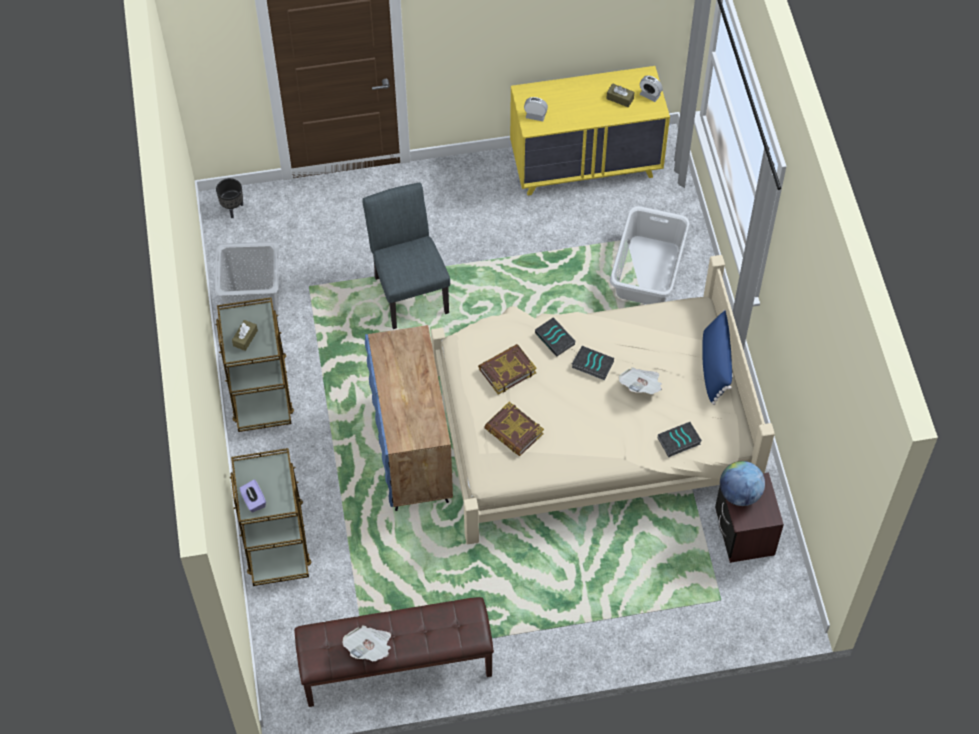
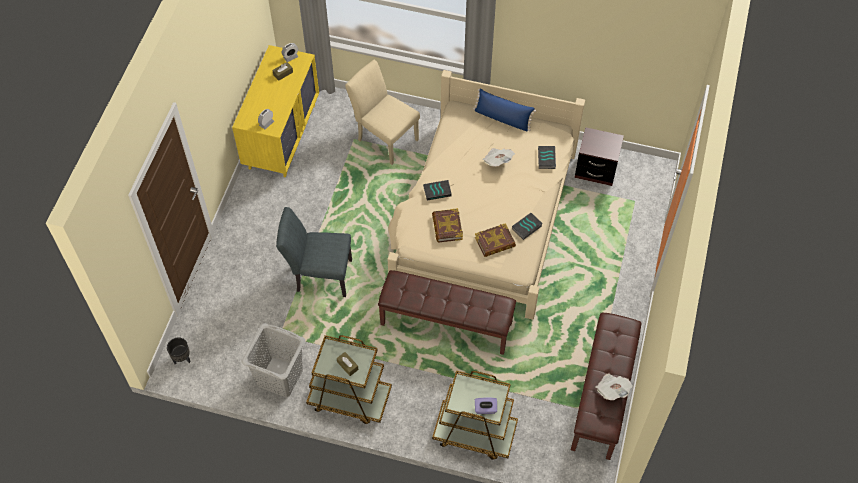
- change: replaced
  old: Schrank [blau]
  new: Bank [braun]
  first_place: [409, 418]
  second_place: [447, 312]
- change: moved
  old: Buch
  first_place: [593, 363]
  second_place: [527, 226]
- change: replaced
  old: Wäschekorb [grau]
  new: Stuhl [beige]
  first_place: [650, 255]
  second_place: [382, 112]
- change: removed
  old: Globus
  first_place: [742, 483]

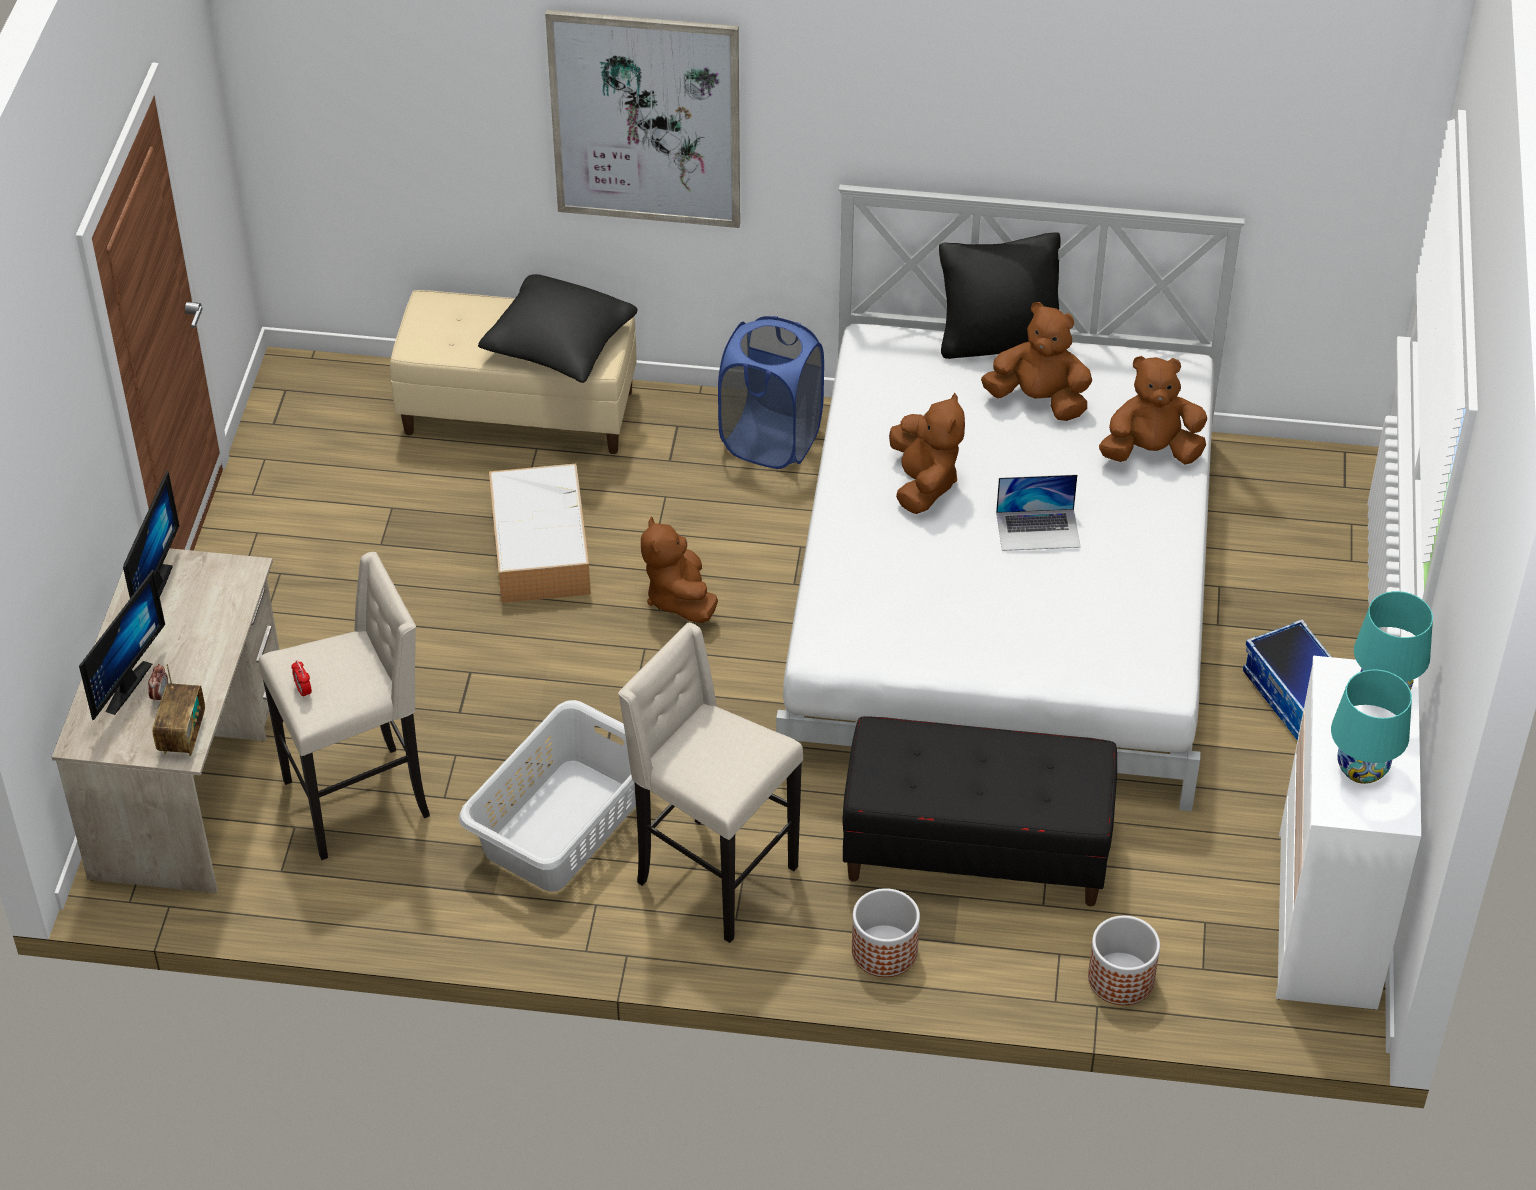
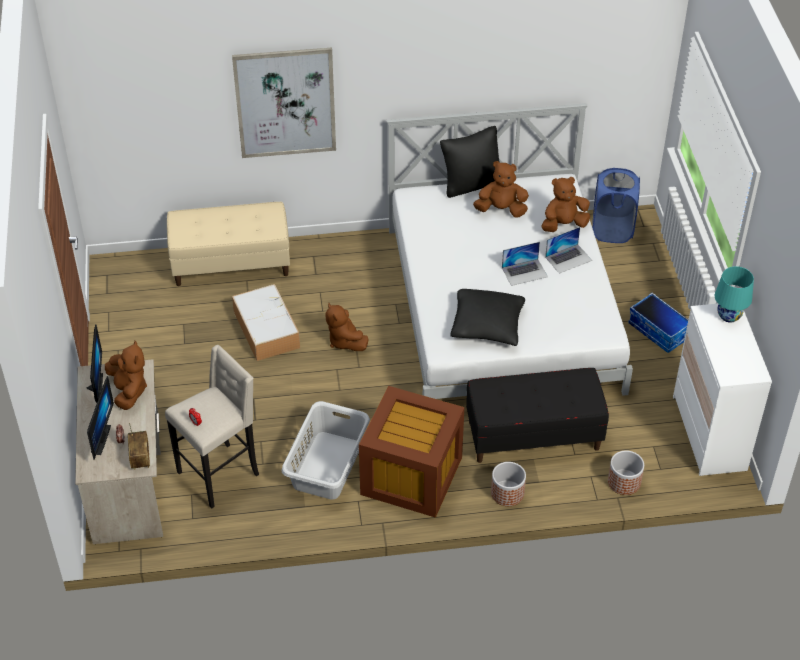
- change: moved
  old: Kissen [schwarz]
  first_place: [557, 328]
  second_place: [487, 317]
- change: replaced
  old: Hocker [beige]
  new: Aufbewahrungsbox [braun]
  first_place: [710, 783]
  second_place: [411, 452]
- change: moved
  old: Wäschekorb [blau]
  first_place: [771, 392]
  second_place: [616, 205]
- change: moved
  old: Plüschtier [braun]
  first_place: [927, 453]
  second_place: [126, 375]
- change: removed
  old: Tischlampe [türkis]
  first_place: [1371, 726]
- change: added
  new: Laptop
  second_place: [568, 250]

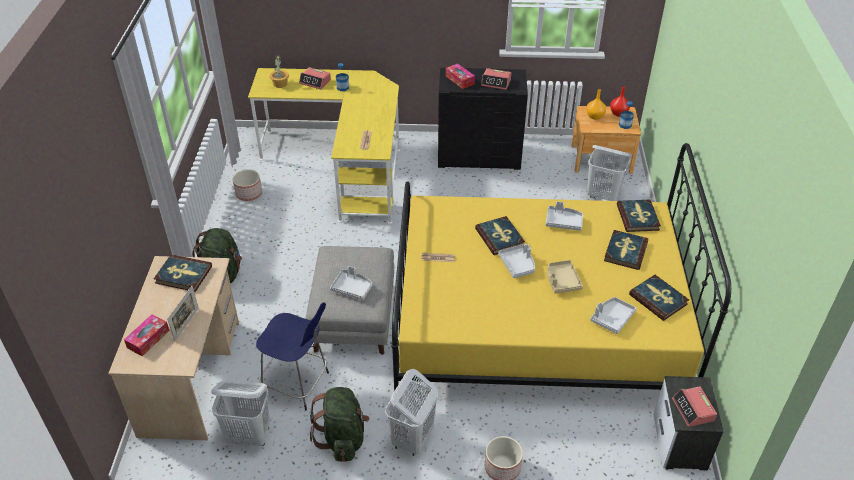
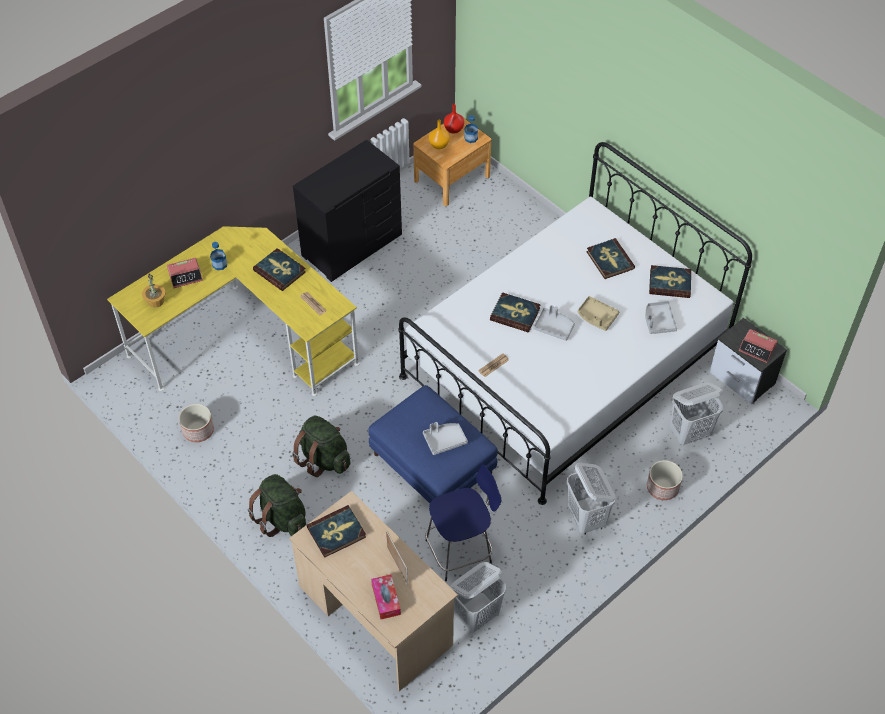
- change: recoloured
  old: Polsterhocker [grau]
  new: Polsterhocker [blau]
  first_place: [349, 300]
  second_place: [433, 444]
- change: moved
  old: Rucksack [grün]
  first_place: [339, 424]
  second_place: [321, 446]
- change: recoloured
  old: Bett [gelb]
  new: Bett [weiß]
  first_place: [561, 267]
  second_place: [575, 323]
- change: removed
  old: Taschentuchbox
  first_place: [460, 76]
- change: removed
  old: Wecker
  first_place: [496, 79]
- change: removed
  old: Tablett [grau]
  first_place: [564, 216]
- change: moved
  old: Wäschekorb [weiß]
  first_place: [609, 173]
  second_place: [696, 414]
- change: moved
  old: Buch
  first_place: [639, 216]
  second_place: [279, 269]

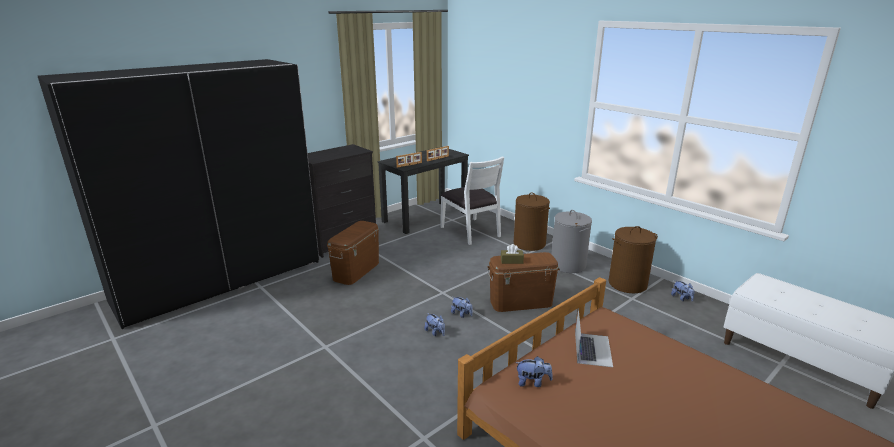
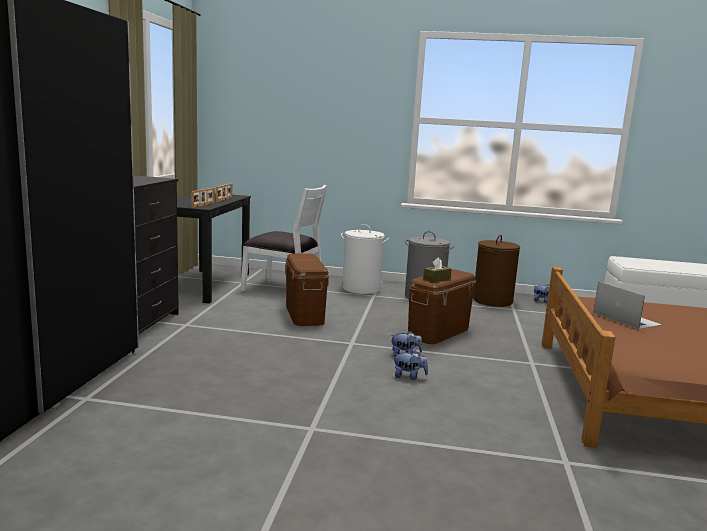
- change: moved
  old: Aufbewahrungsbox [braun]
  first_place: [353, 253]
  second_place: [307, 289]
- change: recoloured
  old: Wäschekorb [braun]
  new: Wäschekorb [weiß]
  first_place: [532, 221]
  second_place: [365, 259]
- change: removed
  old: Plüschtier
  first_place: [534, 371]

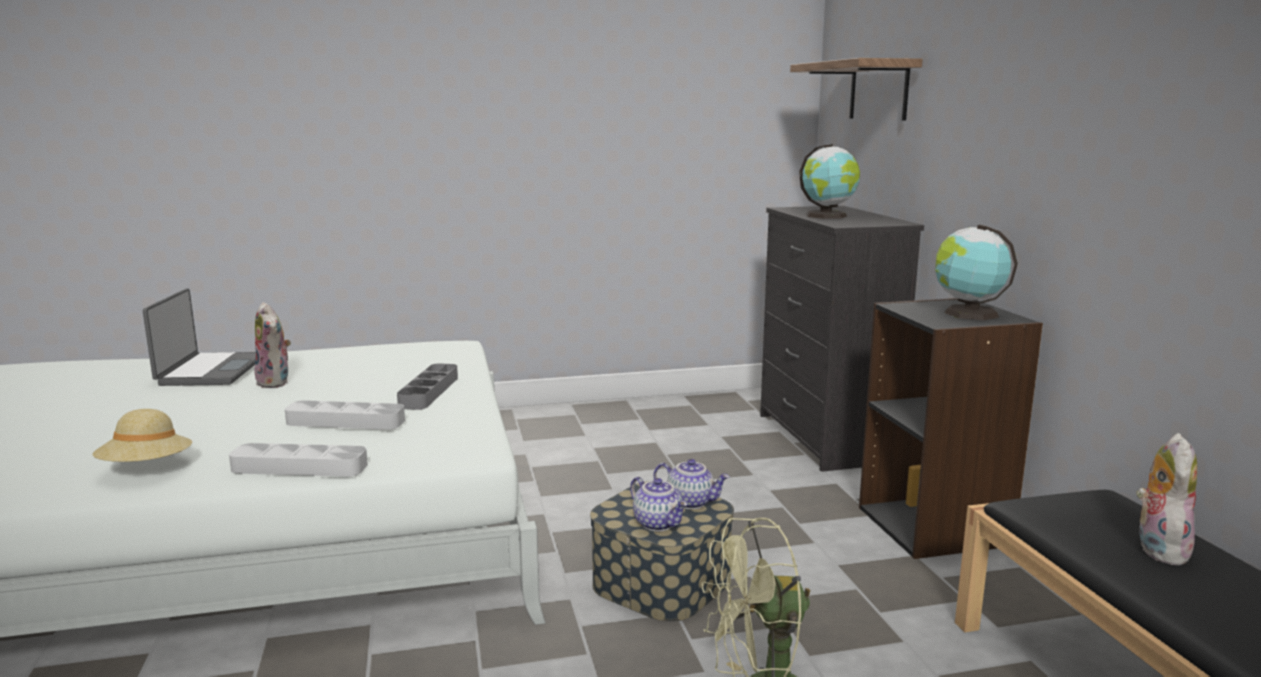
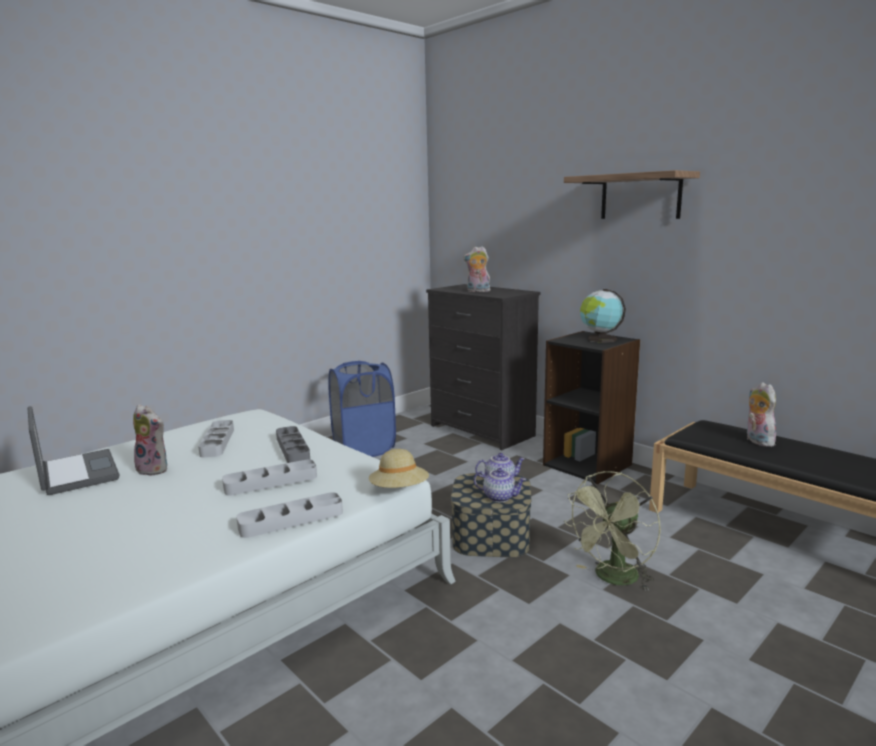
- change: moved
  old: Hut [beige]
  first_place: [142, 435]
  second_place: [399, 468]
- change: moved
  old: Wandregal
  first_place: [856, 89]
  second_place: [632, 194]
- change: replaced
  old: Globus
  new: Plüschtier
  first_place: [829, 181]
  second_place: [476, 269]
- change: added
  new: Tablett [grau]
  second_place: [216, 438]
- change: added
  new: Wäschekorb [blau]
  second_place: [362, 409]

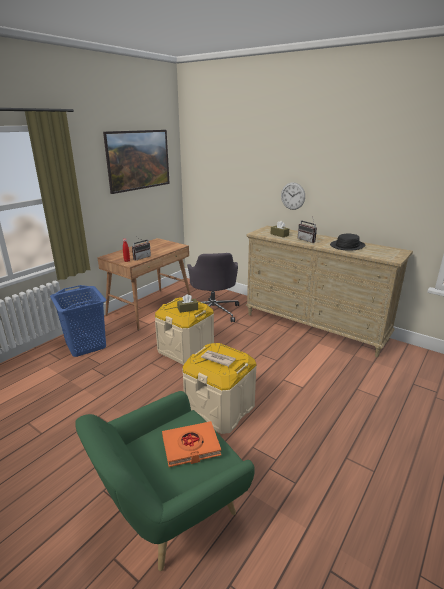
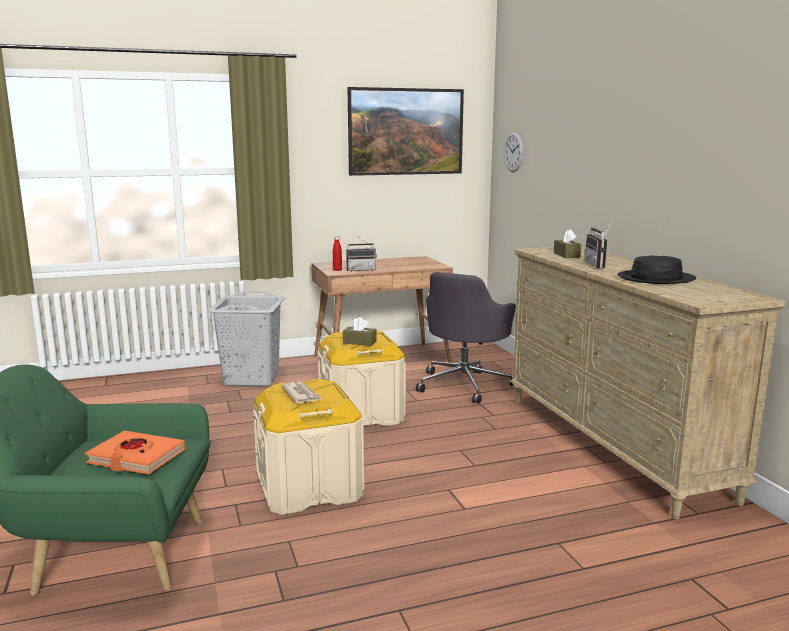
- change: recoloured
  old: Wäschekorb [blau]
  new: Wäschekorb [grau]
  first_place: [78, 321]
  second_place: [246, 338]
- change: moved
  old: Wanduhr
  first_place: [293, 196]
  second_place: [514, 152]

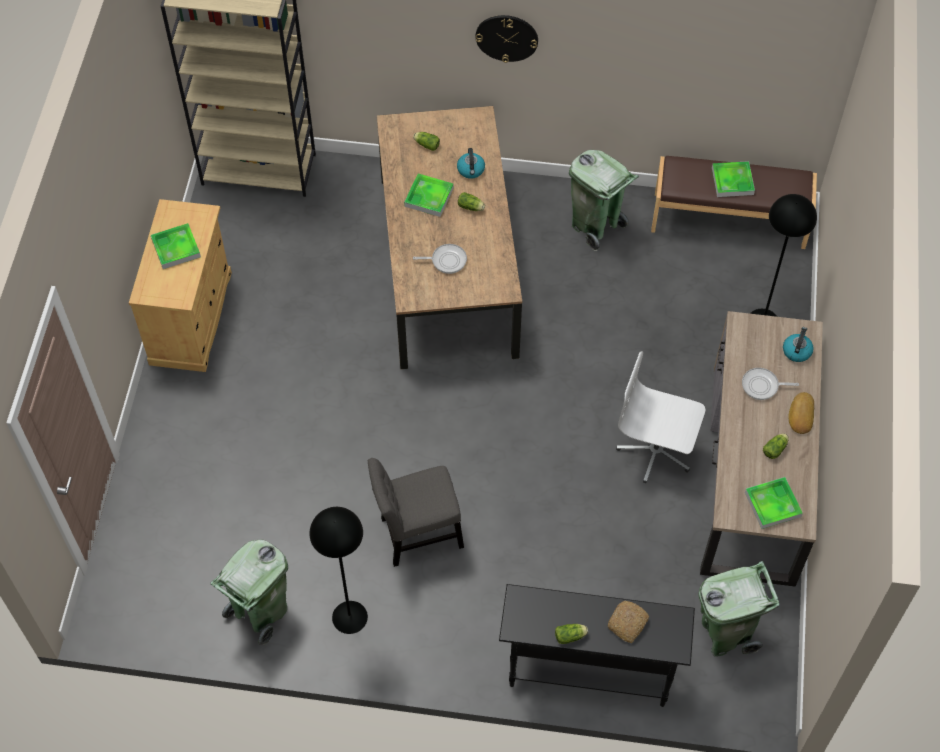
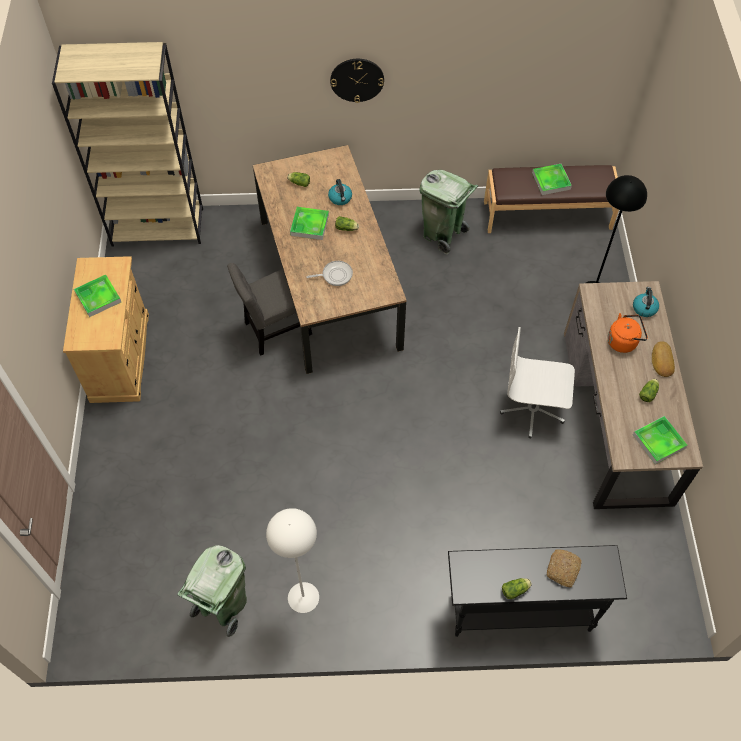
- change: recoloured
  old: Stehlampe [schwarz]
  new: Stehlampe [weiß]
  first_place: [338, 570]
  second_place: [292, 560]
- change: moved
  old: Stuhl [grau]
  first_place: [416, 512]
  second_place: [269, 309]
- change: removed
  old: Mülleimer [grün]
  first_place: [738, 609]
- change: replaced
  old: Pfanne
  new: Wasserkessel [orange]
  first_place: [770, 384]
  second_place: [628, 333]

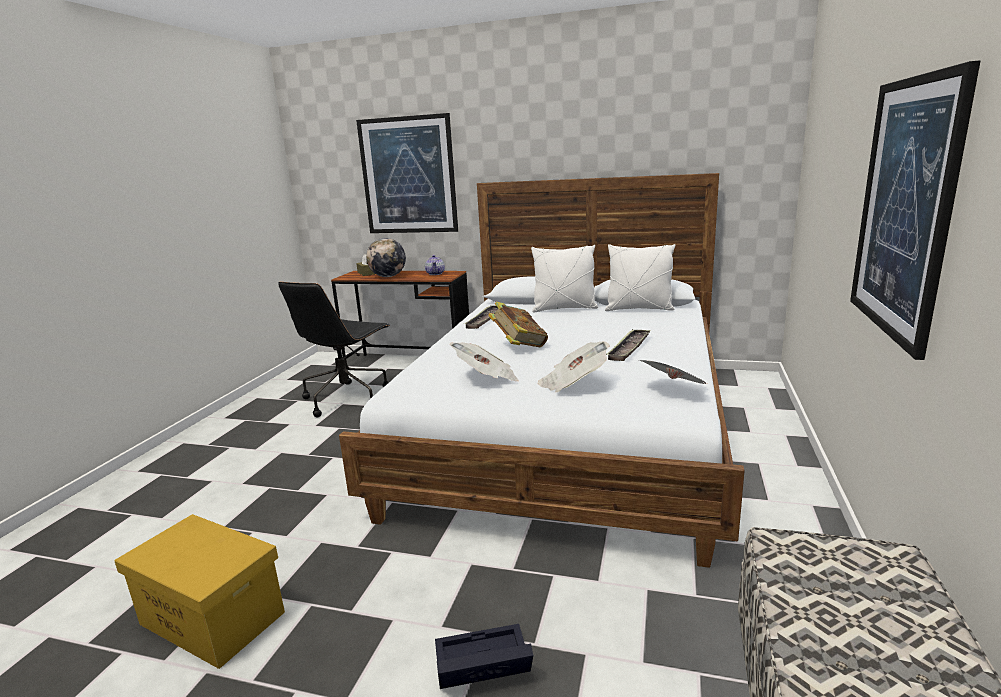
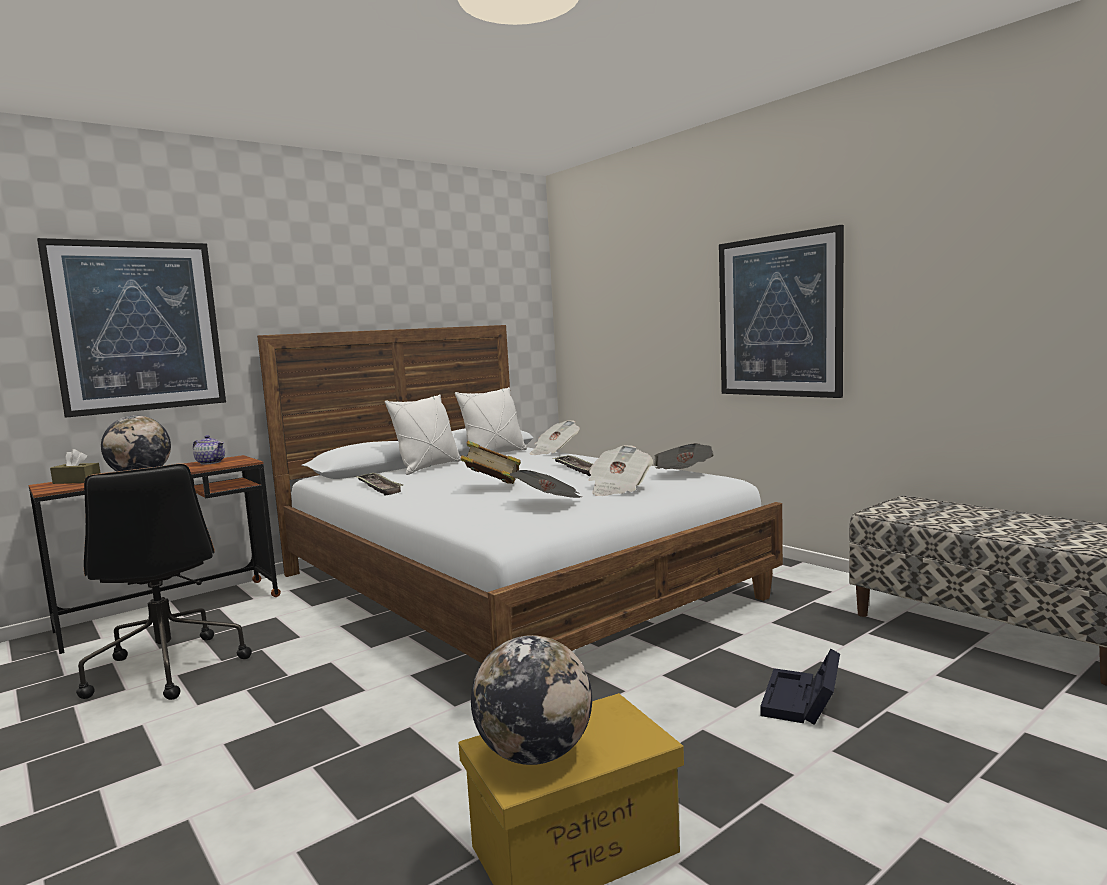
- change: added
  new: Globus
  second_place: [531, 700]
- change: added
  new: Zeitung
  second_place: [555, 437]

